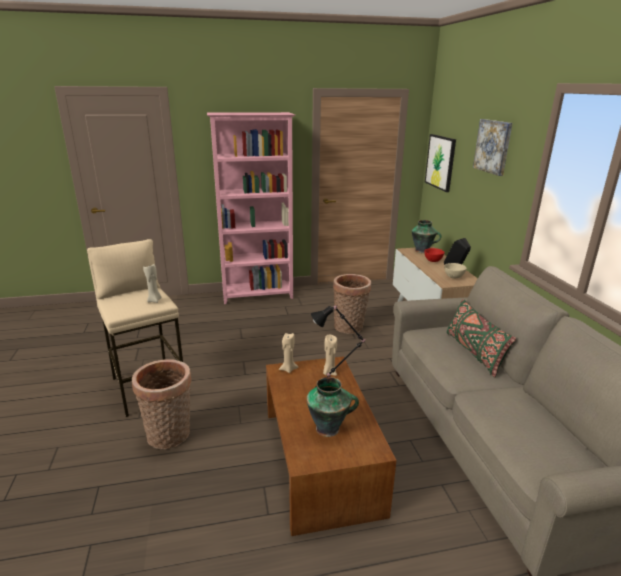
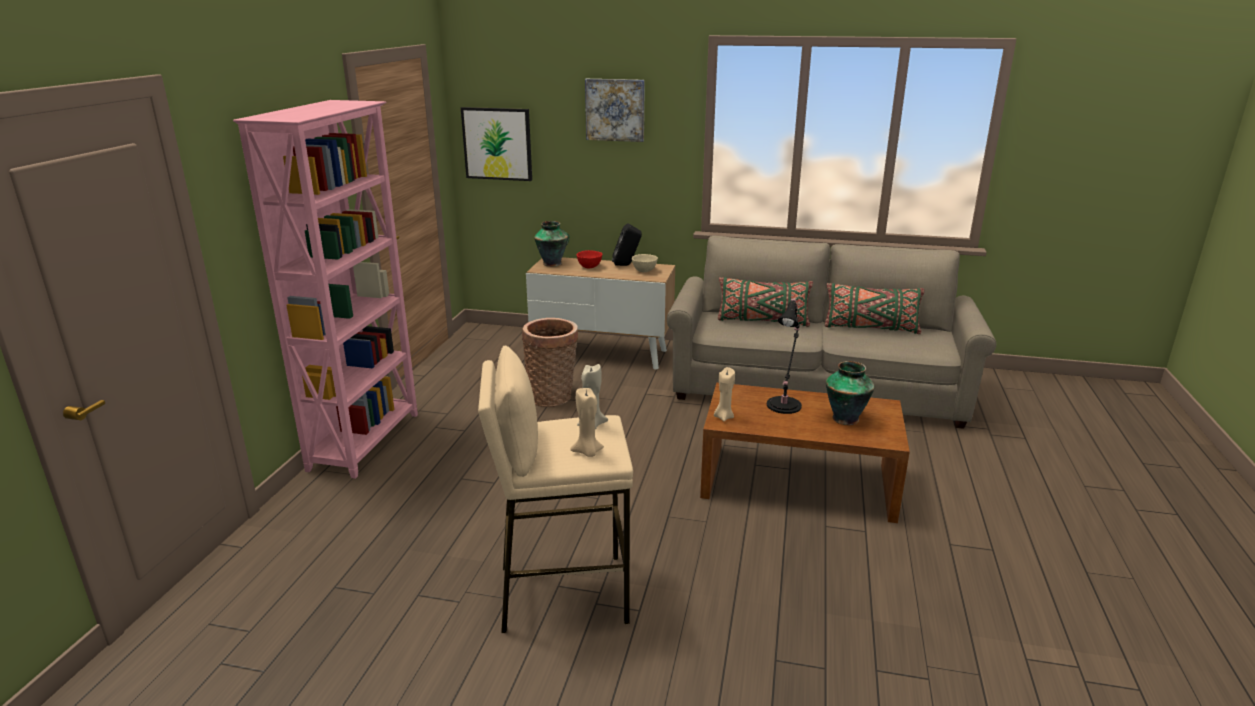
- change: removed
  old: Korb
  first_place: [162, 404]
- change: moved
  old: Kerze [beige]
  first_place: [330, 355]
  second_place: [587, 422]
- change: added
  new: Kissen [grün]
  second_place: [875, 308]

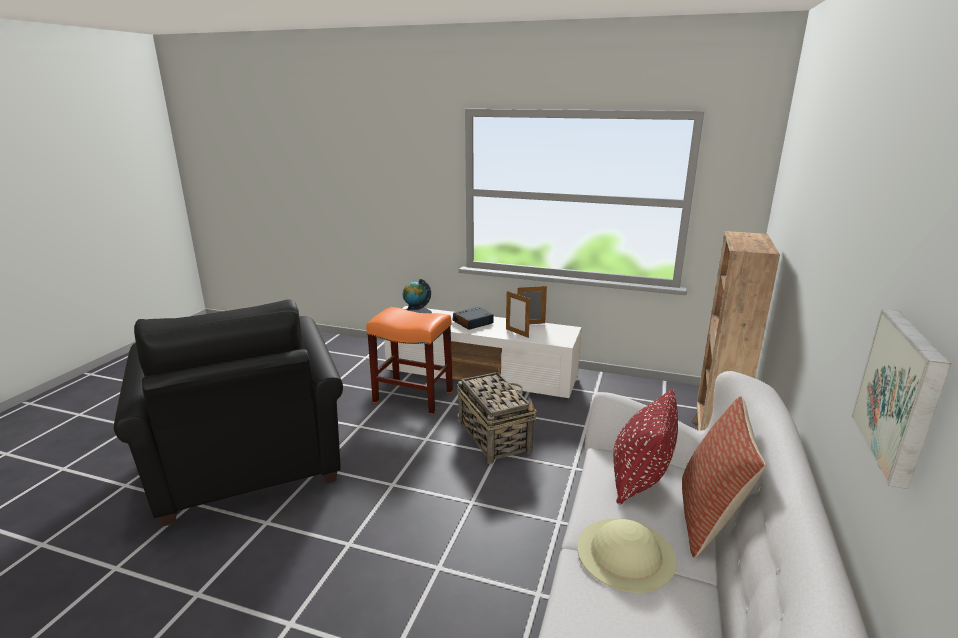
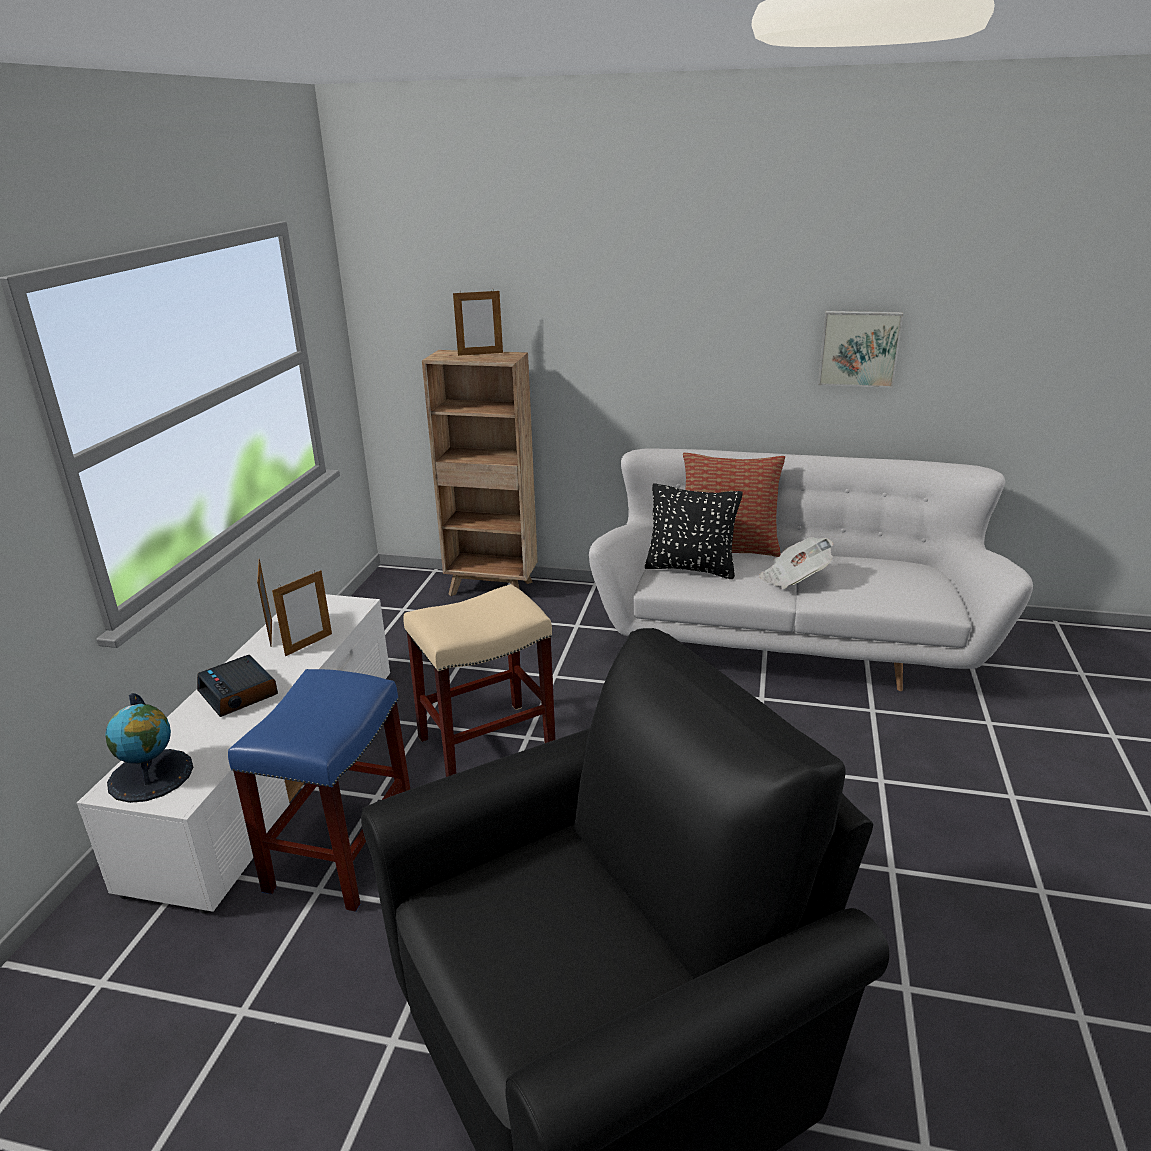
- change: recoloured
  old: Hocker [orange]
  new: Hocker [blau]
  first_place: [409, 360]
  second_place: [319, 790]
- change: replaced
  old: Korb
  new: Hocker [beige]
  first_place: [497, 415]
  second_place: [479, 680]
- change: replaced
  old: Hut [beige]
  new: Zeitung
  first_place: [627, 556]
  second_place: [796, 563]
- change: recoloured
  old: Kissen [rot]
  new: Kissen [schwarz]
  first_place: [645, 446]
  second_place: [693, 531]
- change: added
  new: Bilderrahmen
  second_place: [478, 322]

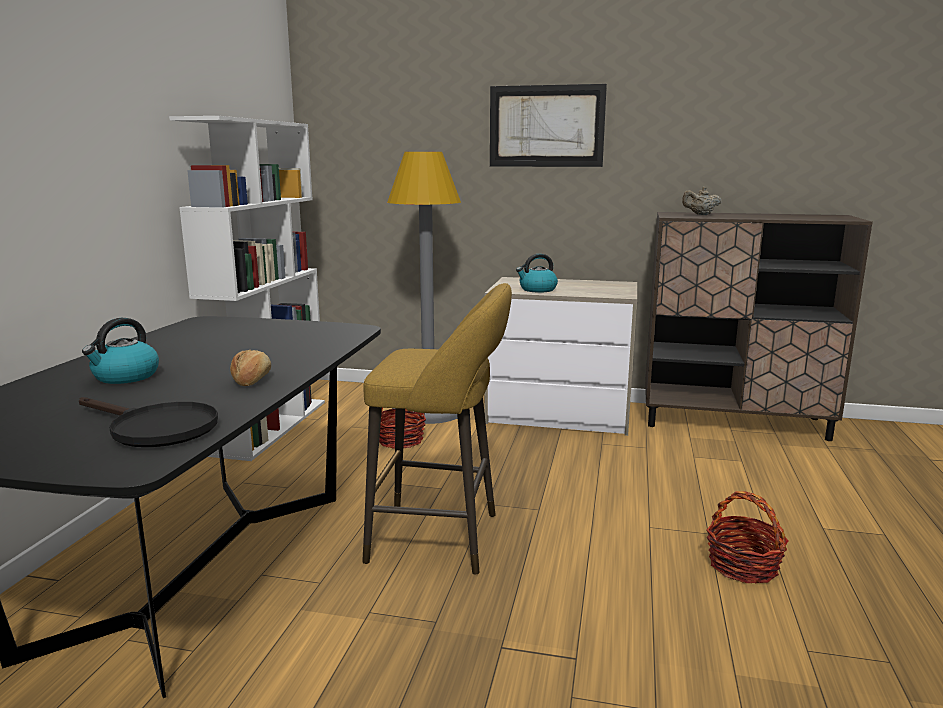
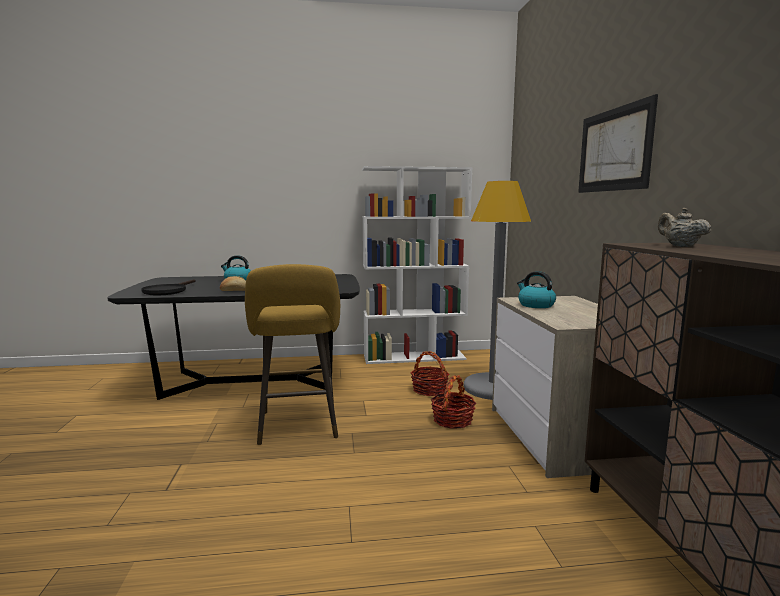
- change: moved
  old: Korb
  first_place: [747, 537]
  second_place: [453, 402]

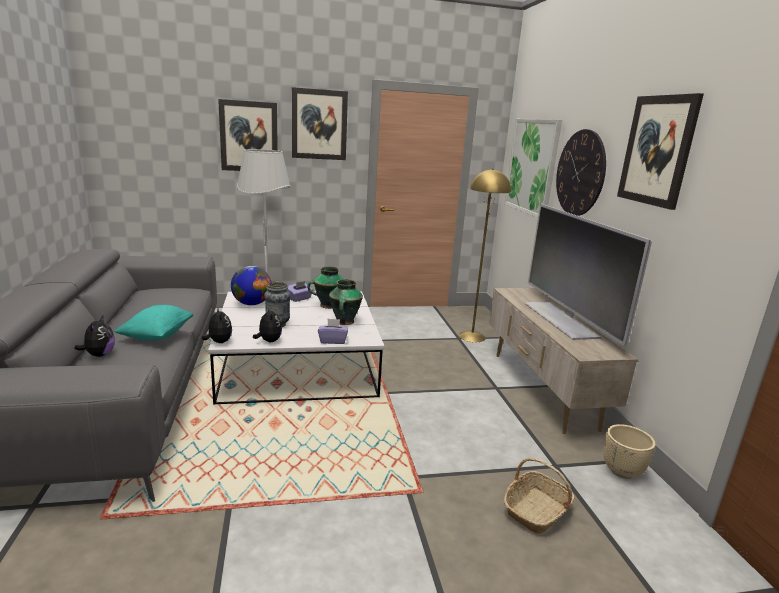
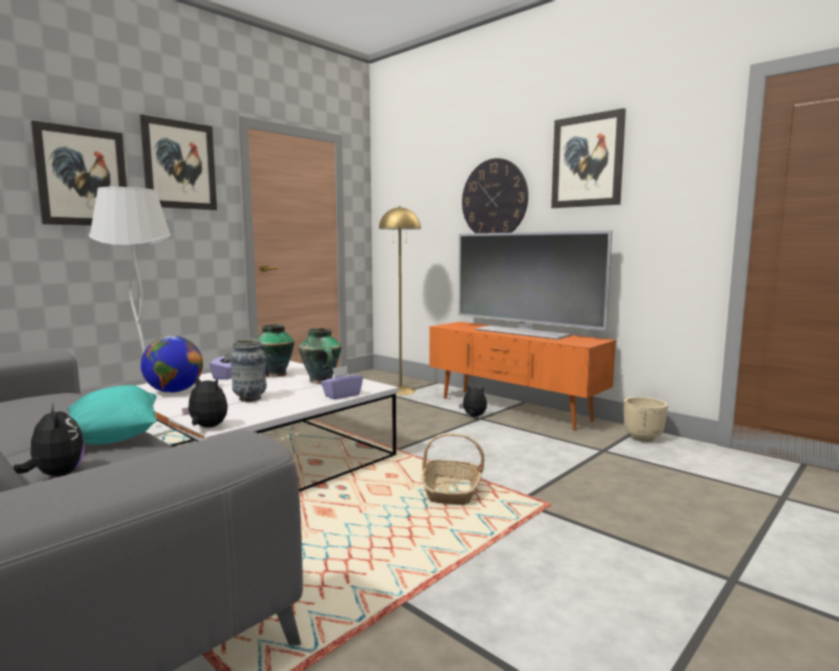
- change: moved
  old: Plüschtier
  first_place: [267, 324]
  second_place: [473, 400]
- change: recoloured
  old: Fernsehschrank [beige]
  new: Fernsehschrank [orange]
  first_place: [564, 361]
  second_place: [523, 376]
- change: removed
  old: Bild
  first_place: [533, 168]
- change: moved
  old: Korb
  first_place: [539, 495]
  second_place: [453, 469]

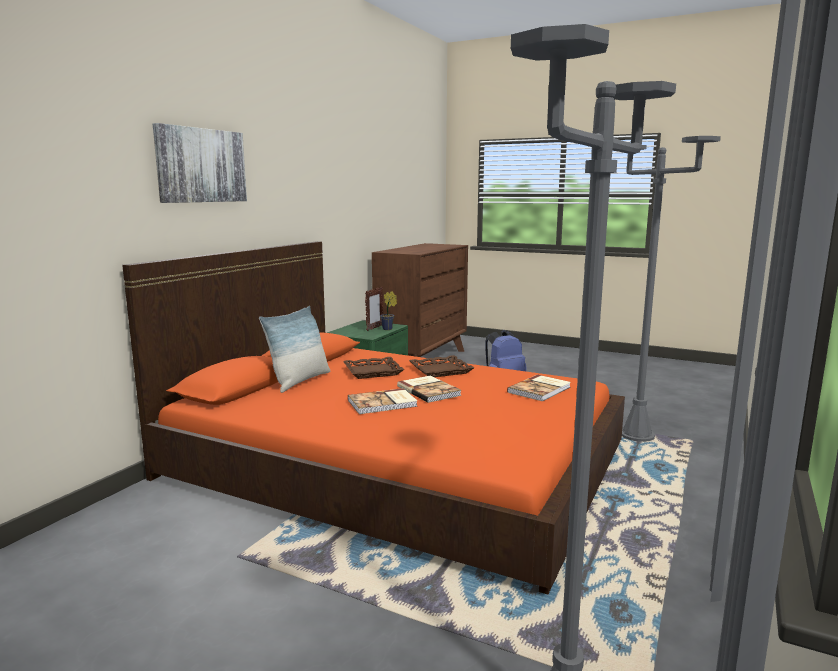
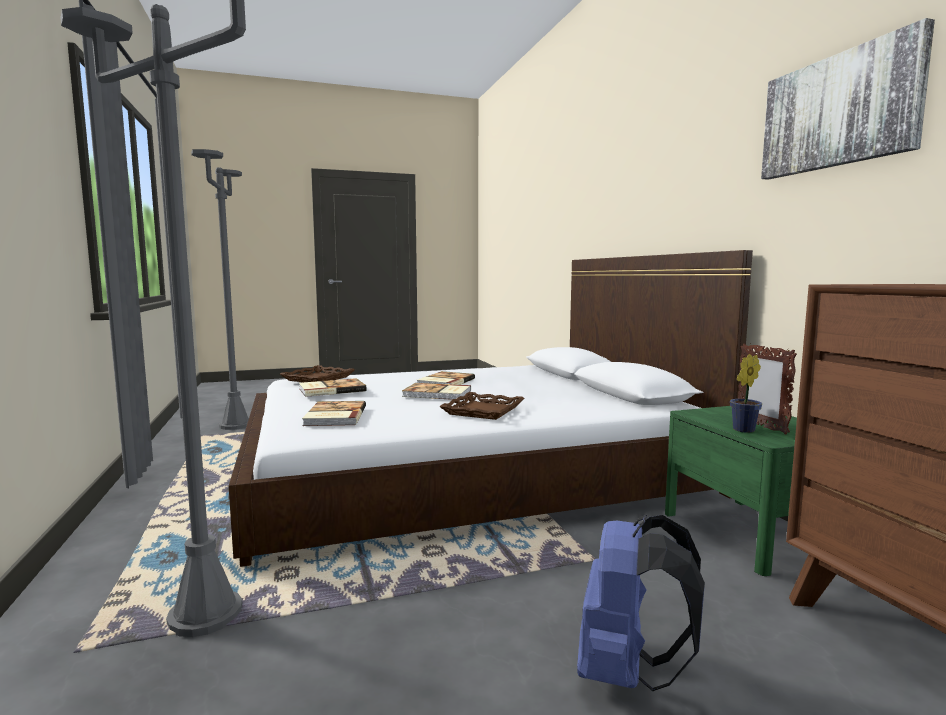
- change: recoloured
  old: Bett [orange]
  new: Bett [weiß]
  first_place: [373, 418]
  second_place: [491, 408]
- change: moved
  old: Bild
  first_place: [200, 163]
  second_place: [848, 99]
- change: removed
  old: Kissen
  first_place: [294, 349]
- change: moved
  old: Tablett [braun]
  first_place: [374, 368]
  second_place: [317, 373]
- change: added
  new: Buch
  second_place: [332, 387]

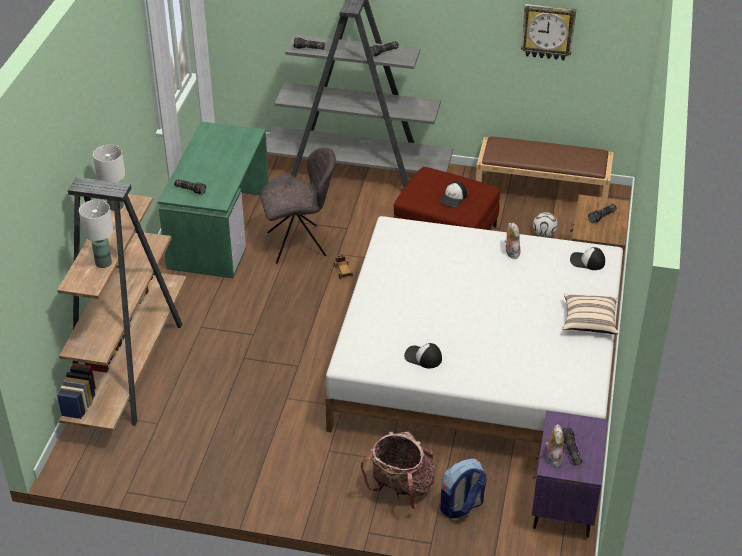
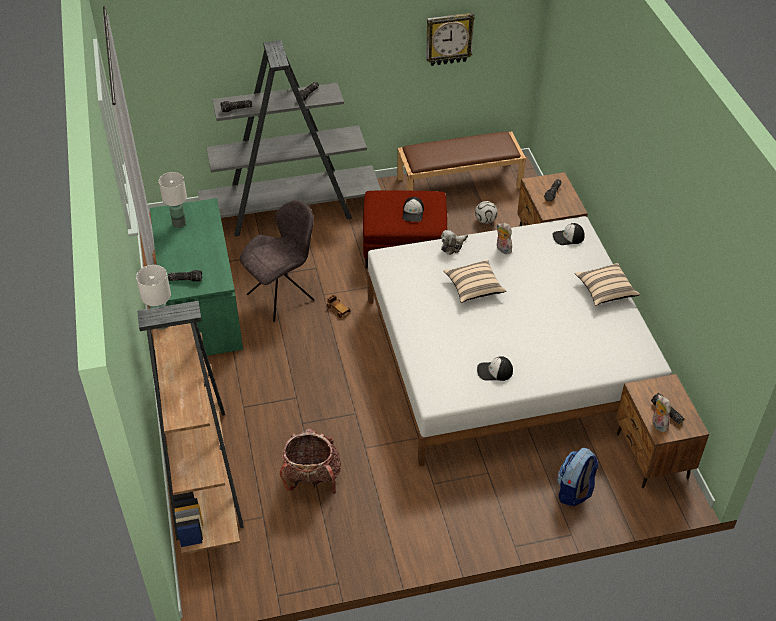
- change: moved
  old: Tischlampe [weiß]
  first_place: [96, 234]
  second_place: [173, 200]
- change: moved
  old: Rucksack
  first_place: [398, 471]
  second_place: [310, 461]
- change: recoloured
  old: Nachttisch [lila]
  new: Nachttisch [braun]
  first_place: [570, 474]
  second_place: [662, 431]
- change: added
  new: Plüschtier
  second_place: [454, 242]
- change: added
  new: Kissen [beige]
  second_place: [475, 281]

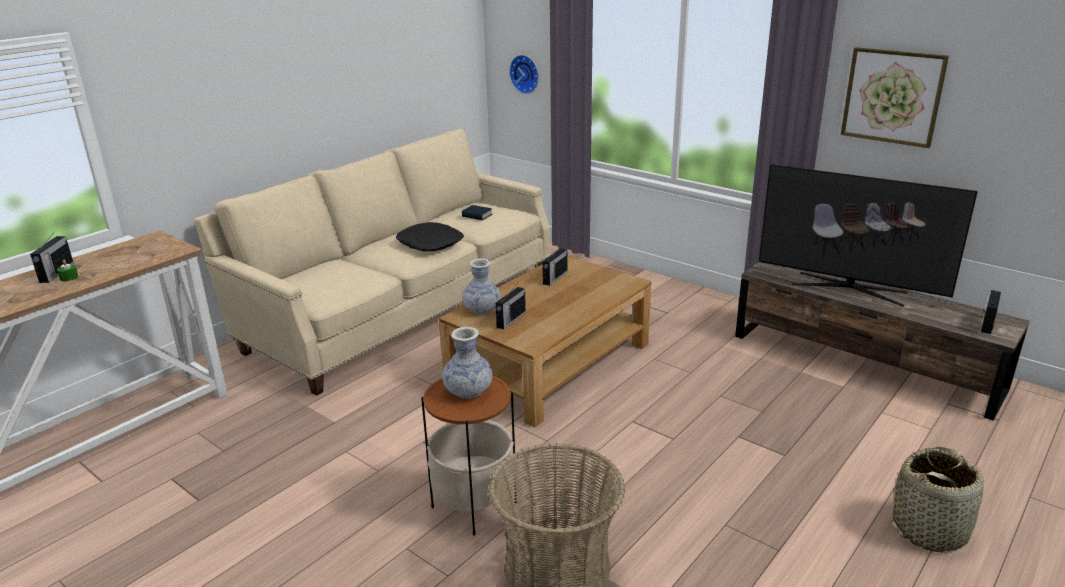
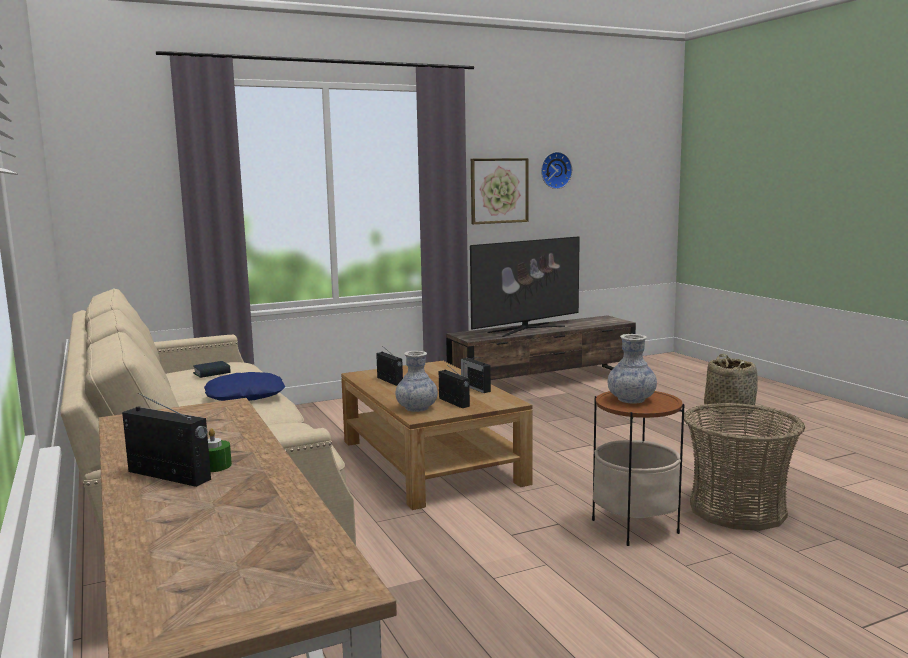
- change: recoloured
  old: Kissen [schwarz]
  new: Kissen [blau]
  first_place: [430, 236]
  second_place: [244, 386]
- change: moved
  old: Wanduhr
  first_place: [524, 74]
  second_place: [556, 170]
- change: moved
  old: Radio
  first_place: [991, 312]
  second_place: [476, 375]

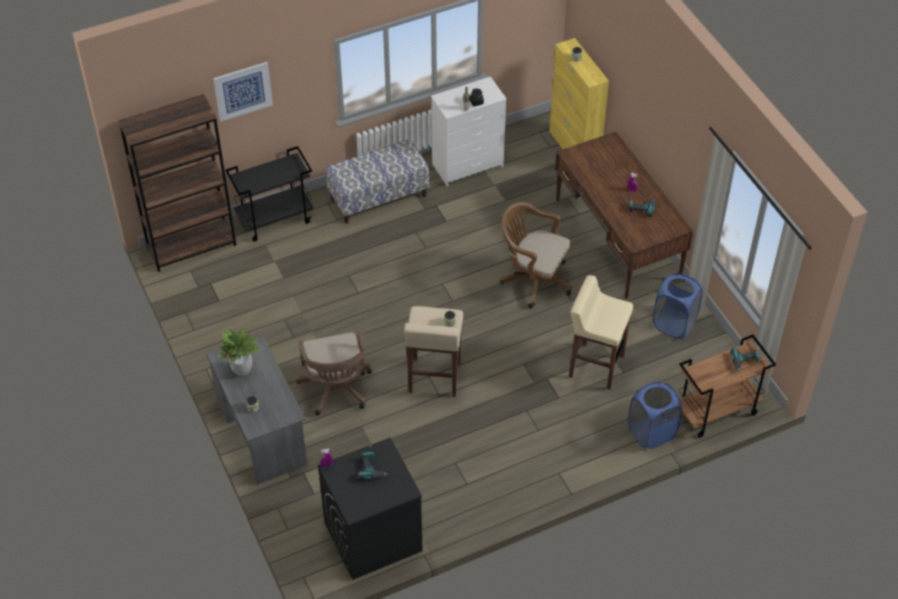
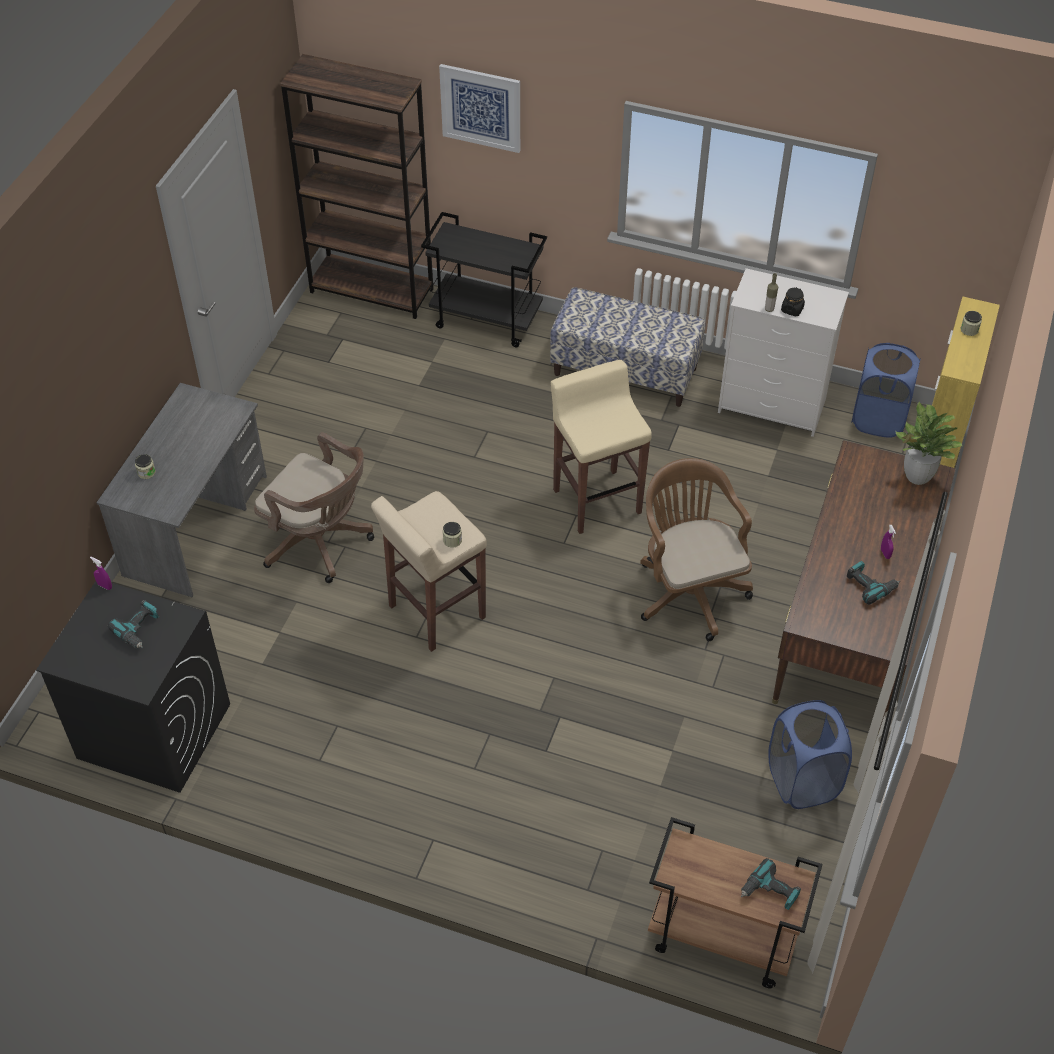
- change: moved
  old: Topfpflanze
  first_place: [239, 351]
  second_place: [928, 443]
- change: turned
  old: Bürostuhl [braun]
  first_place: [334, 372]
  second_place: [314, 507]
  degrees: -90
- change: moved
  old: Hocker [beige]
  first_place: [601, 332]
  second_place: [601, 447]
- change: moved
  old: Wäschekorb [blau]
  first_place: [655, 415]
  second_place: [886, 390]

